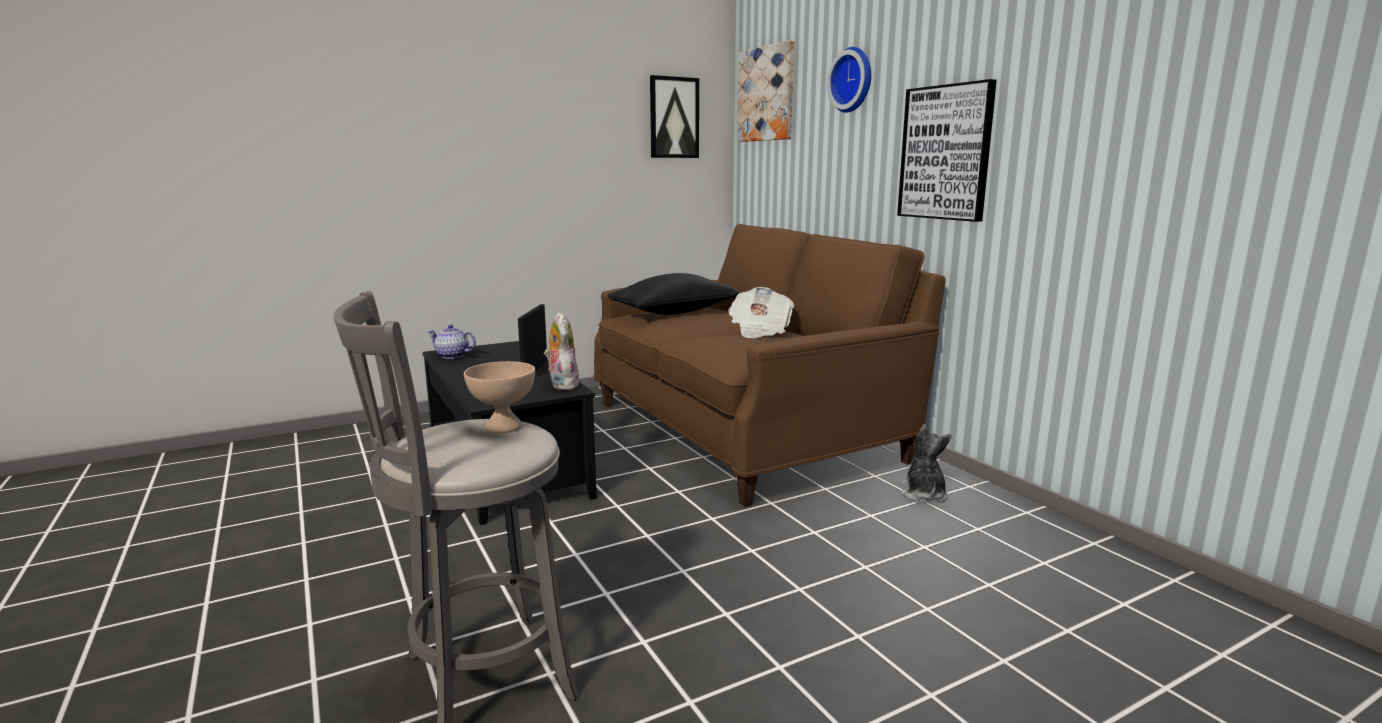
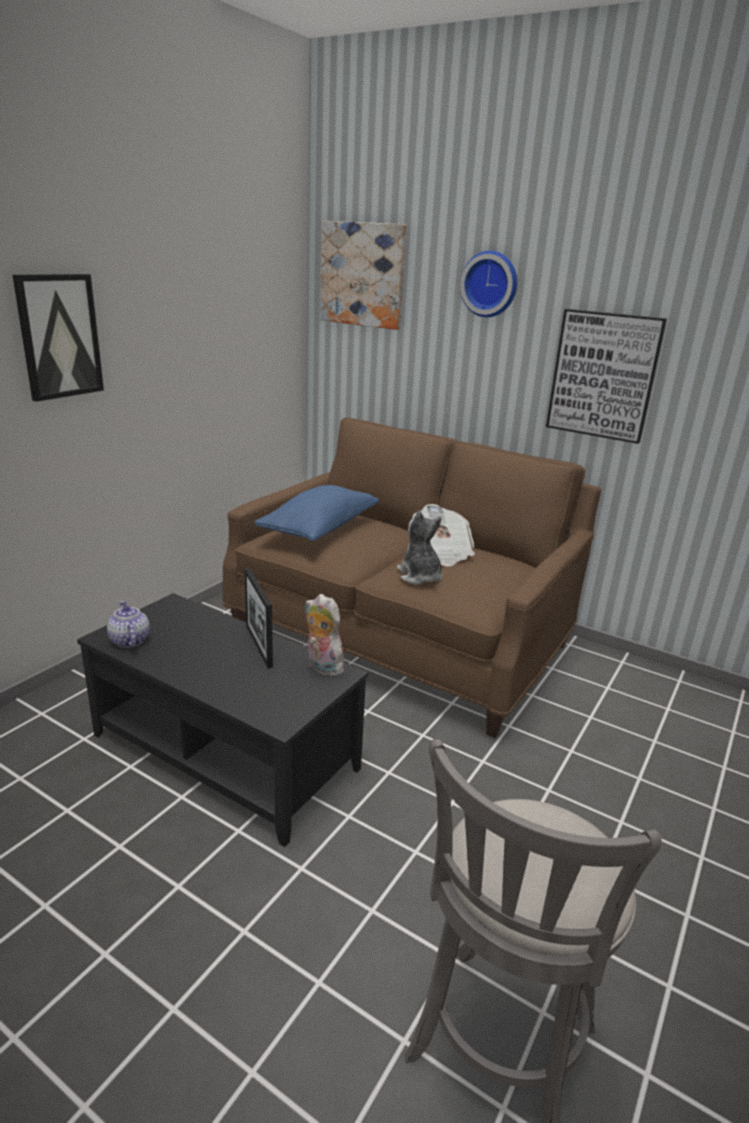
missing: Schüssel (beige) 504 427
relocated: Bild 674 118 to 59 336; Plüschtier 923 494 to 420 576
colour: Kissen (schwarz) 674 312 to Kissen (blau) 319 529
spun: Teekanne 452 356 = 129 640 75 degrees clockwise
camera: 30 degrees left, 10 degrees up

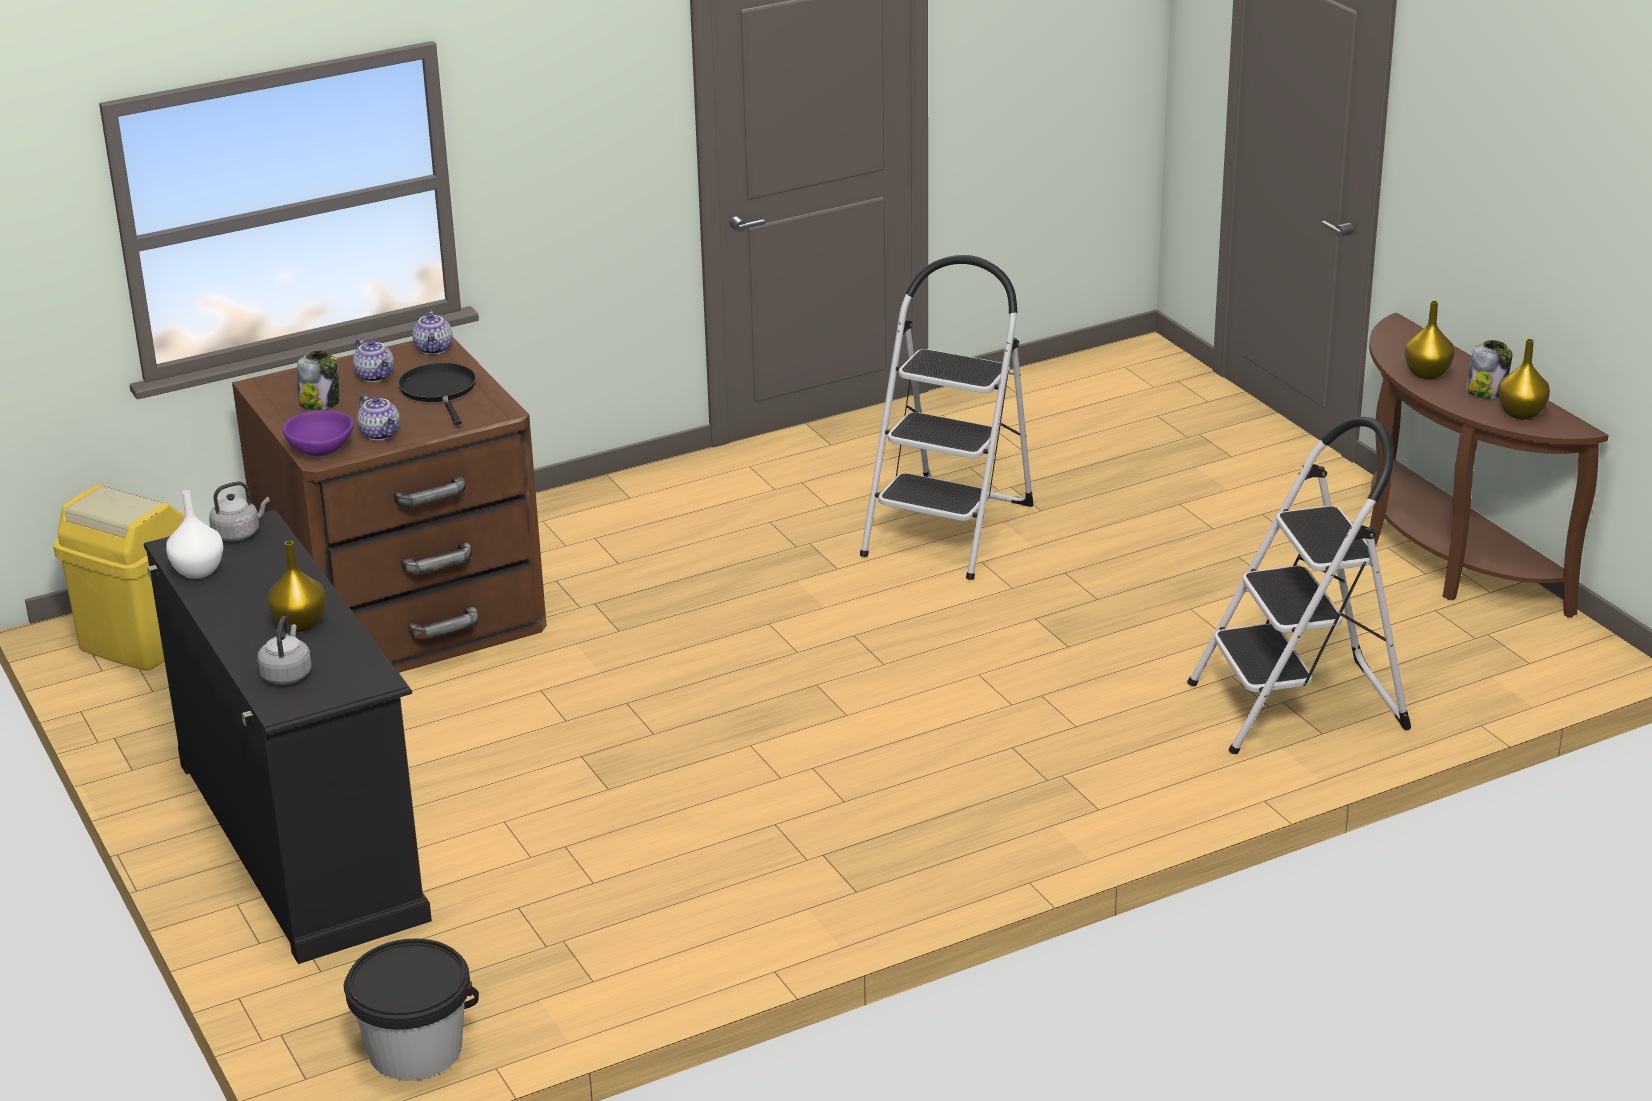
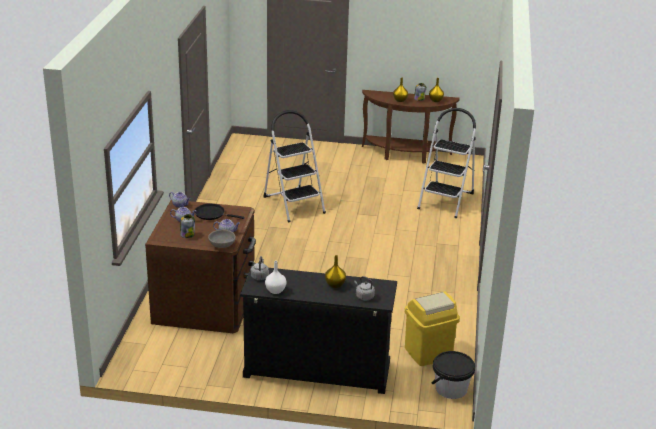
relocated: Mülleimer (gelb) 140 642 to 428 353
colour: Schüssel (lila) 320 450 to Schüssel (grau) 222 245
camera: 55 degrees left, 0 degrees up

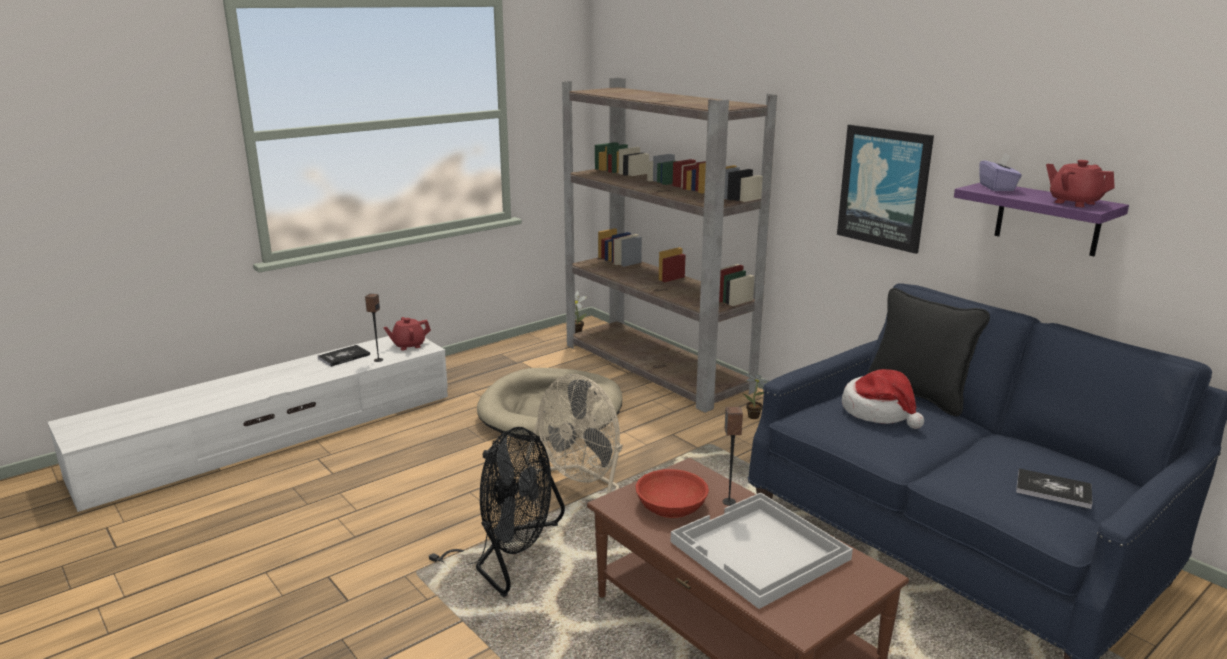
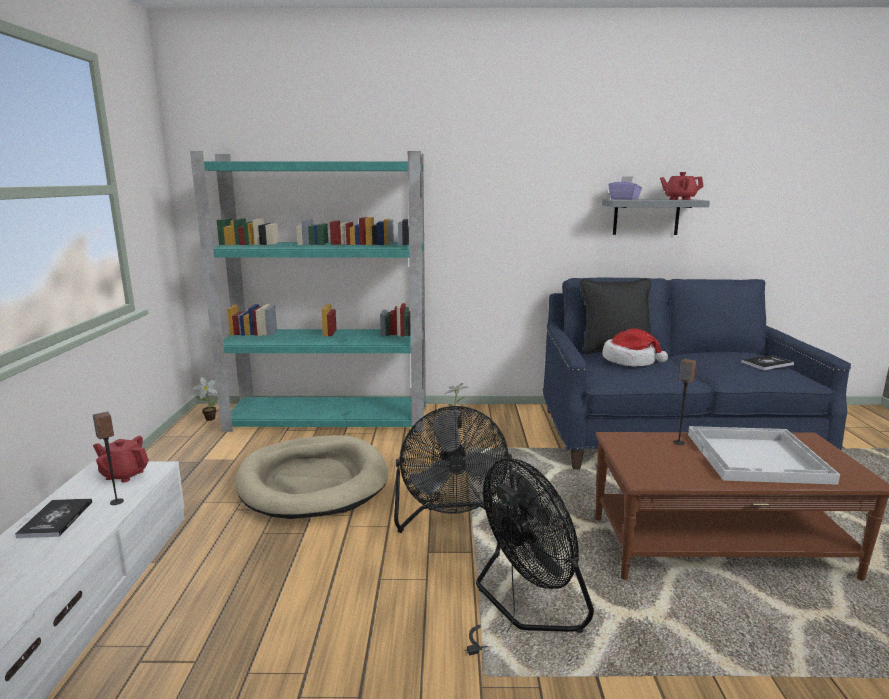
missing: Schüssel (rot) 671 505; Bild 884 187
colour: Ventilator (beige) 584 483 to Ventilator (schwarz) 448 516; Bücherregal (braun) 656 367 to Bücherregal (türkis) 329 418; Wandregal (lila) 1047 219 to Wandregal (grau) 646 217
spun: Teekanne (rot) 408 345 = 124 474 90 degrees clockwise
camera: 50 degrees left, 5 degrees down

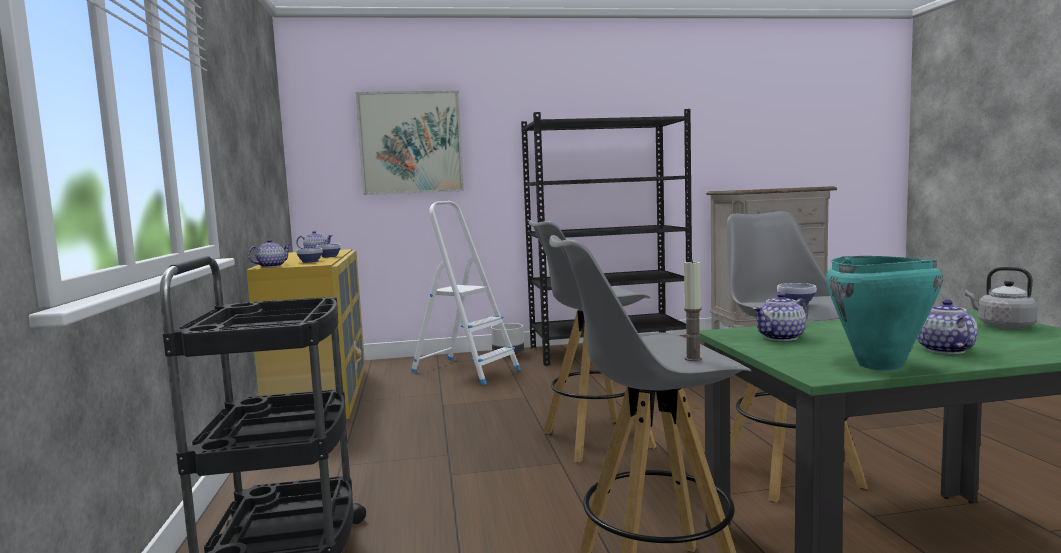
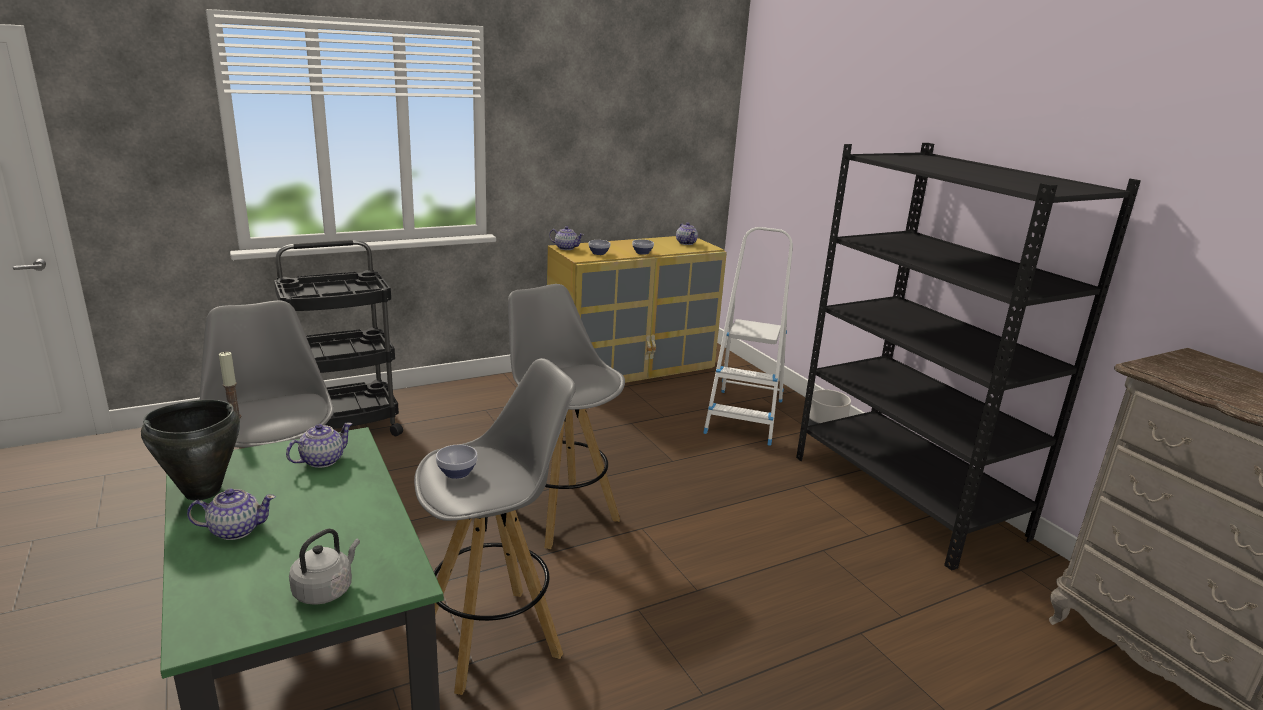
missing: Bild 411 143
colour: Kochtopf (türkis) 879 365 to Kochtopf (schwarz) 201 491
spun: Teekanne 781 337 = 321 460 90 degrees clockwise
camera: 70 degrees right, 15 degrees up

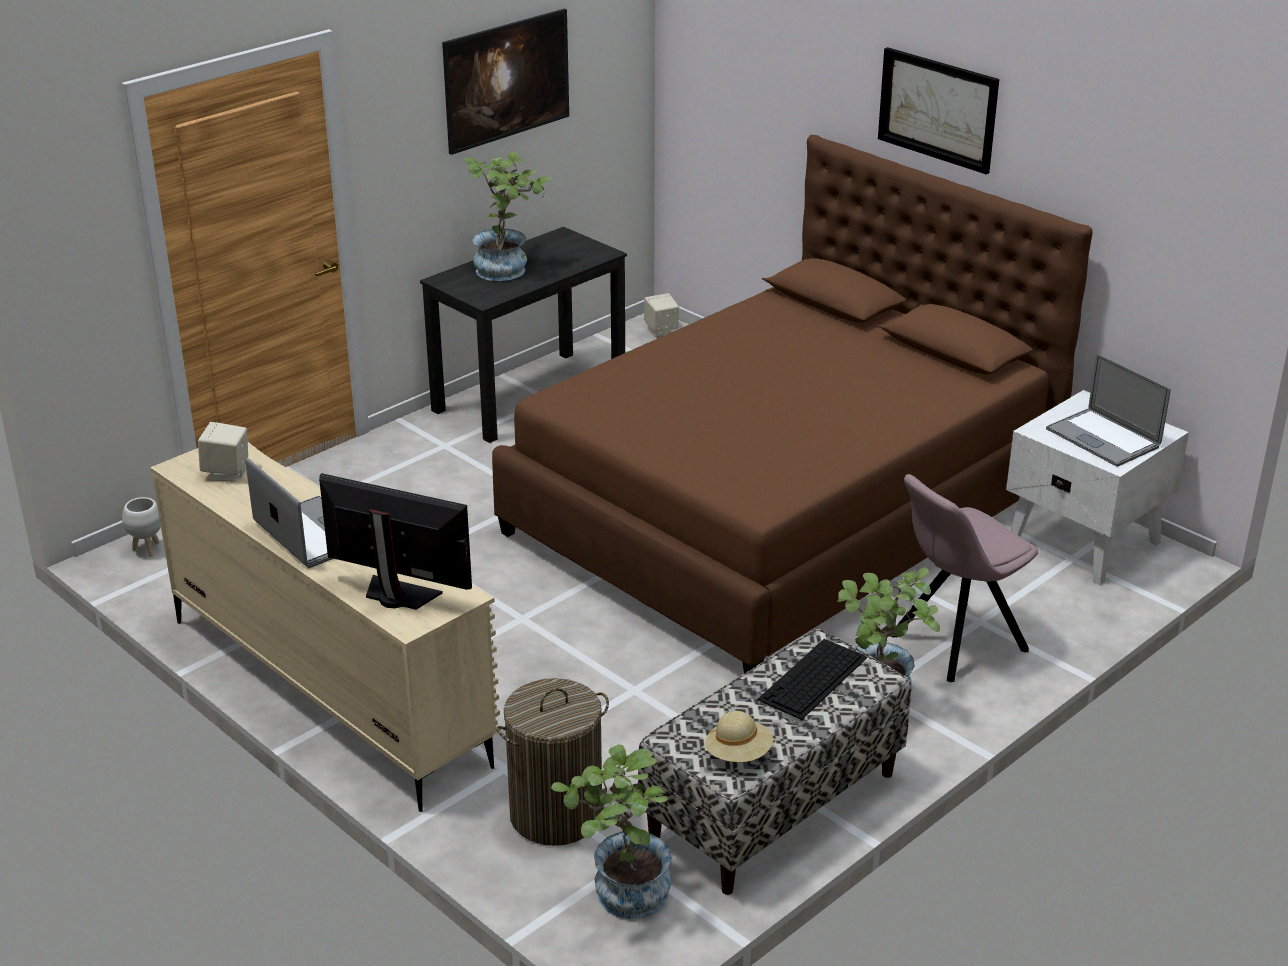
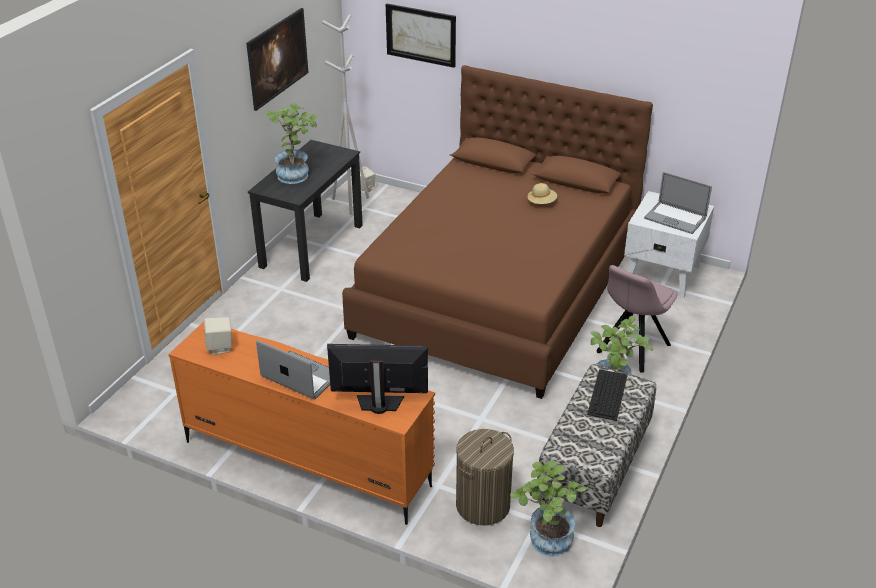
missing: Pflanzkübel (weiß) 147 549
appeared: Kleiderständer (grau) 351 203
relocated: Hut (beige) 738 754 to 541 202; Bild 938 109 to 421 35
colour: Kommode (beige) 329 689 to Kommode (orange) 307 462
camera: 20 degrees left, 5 degrees up

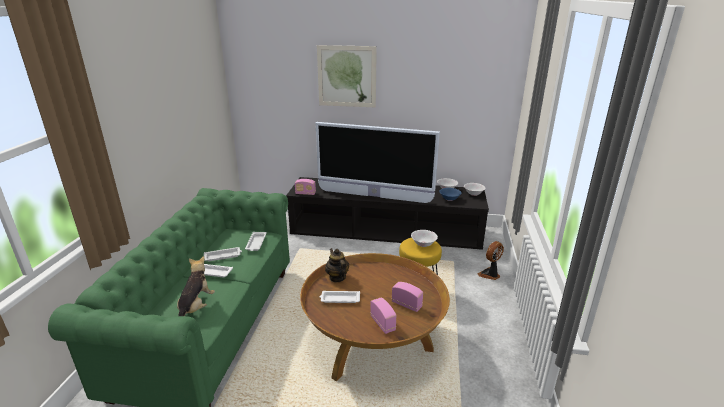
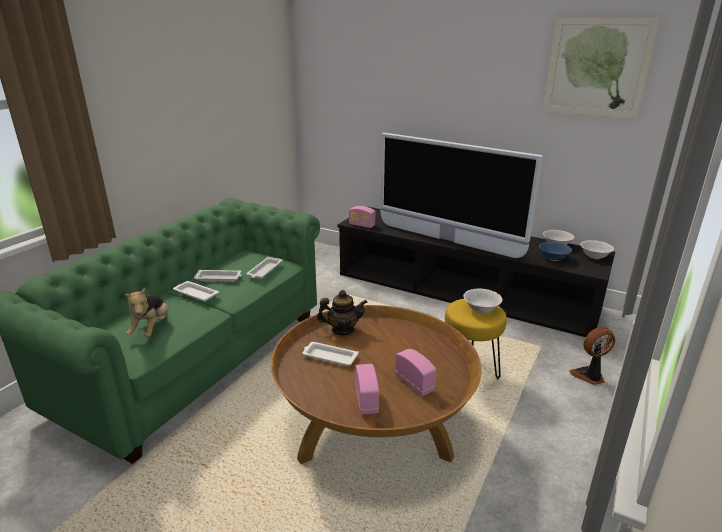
relocated: Bild 346 76 to 597 67
spun: Plüschtier 196 308 = 151 328 150 degrees clockwise; Teekanne 337 277 = 342 330 90 degrees clockwise
camera: 20 degrees right, 0 degrees up

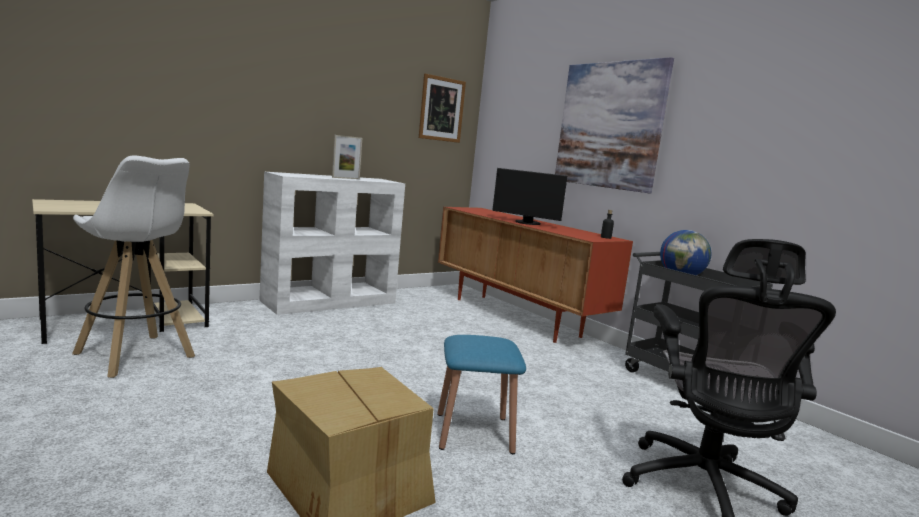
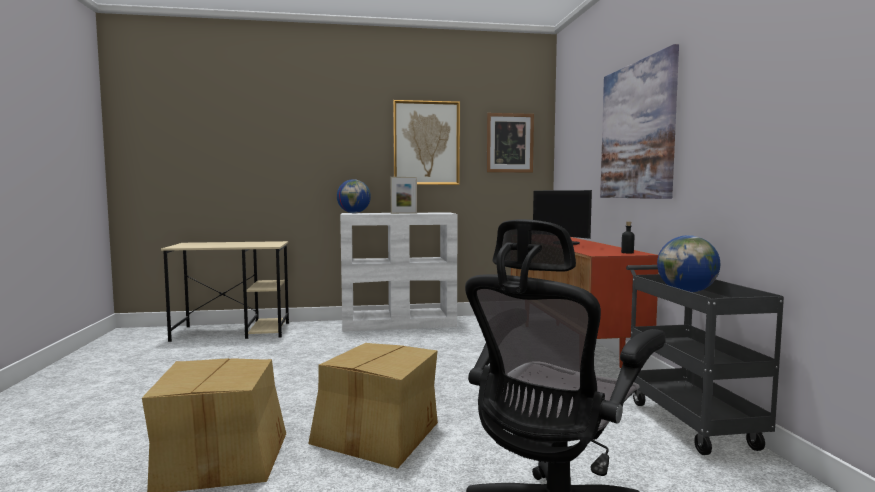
missing: Hocker (weiß) 135 356
appeared: Globus 354 213; Bild 426 143
exchanged: Hocker (blau) 474 432 to Karton 378 436
camera: 30 degrees right, 5 degrees down

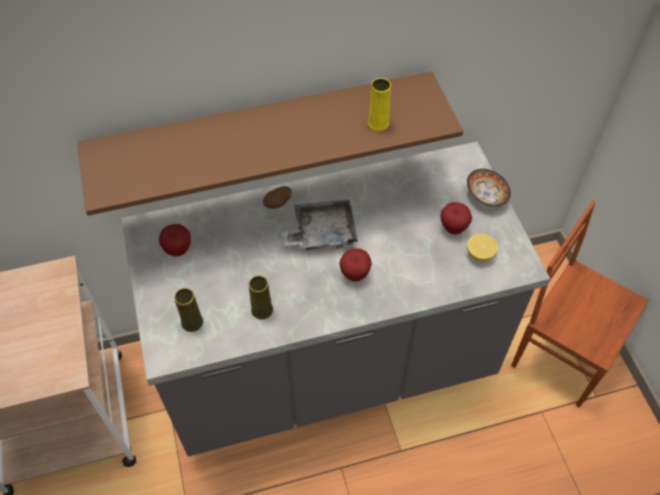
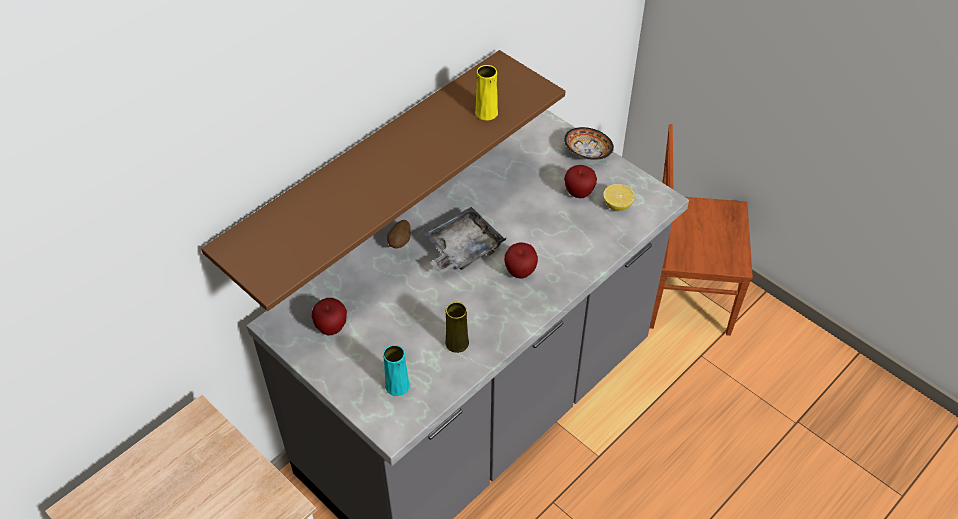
colour: Vase (gelb) 192 322 to Vase (türkis) 397 386
camera: 30 degrees left, 5 degrees down

